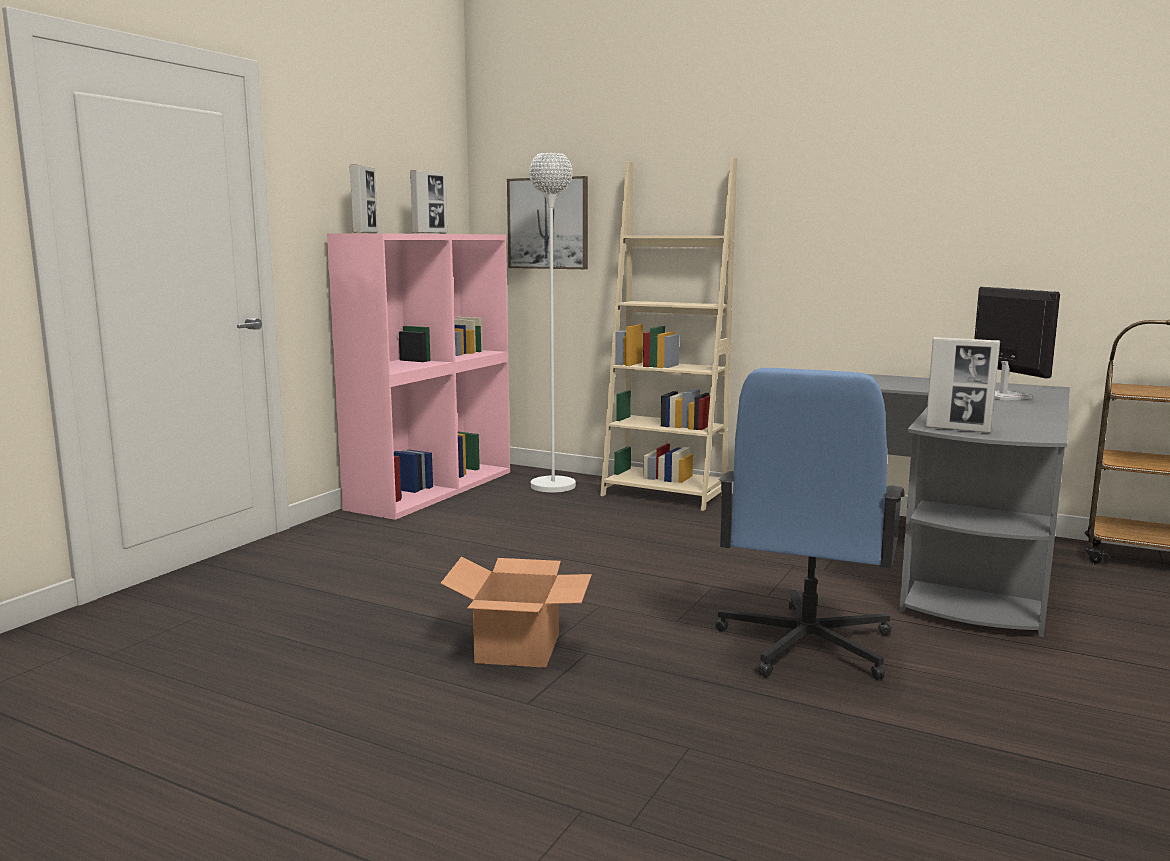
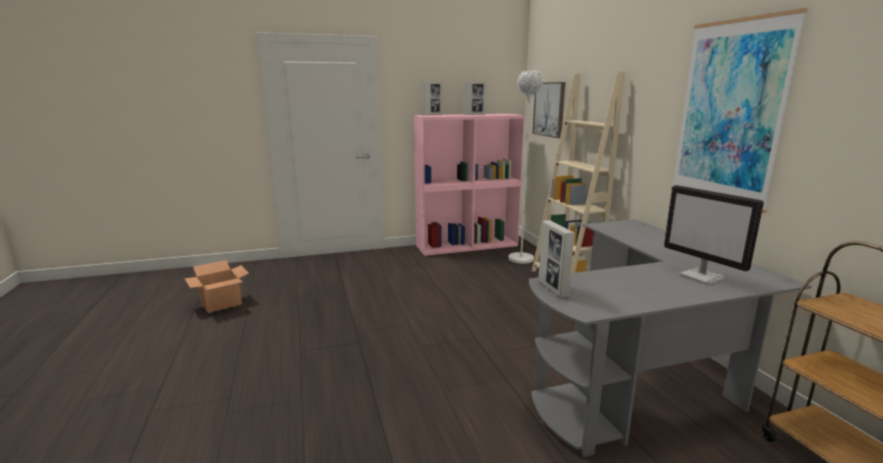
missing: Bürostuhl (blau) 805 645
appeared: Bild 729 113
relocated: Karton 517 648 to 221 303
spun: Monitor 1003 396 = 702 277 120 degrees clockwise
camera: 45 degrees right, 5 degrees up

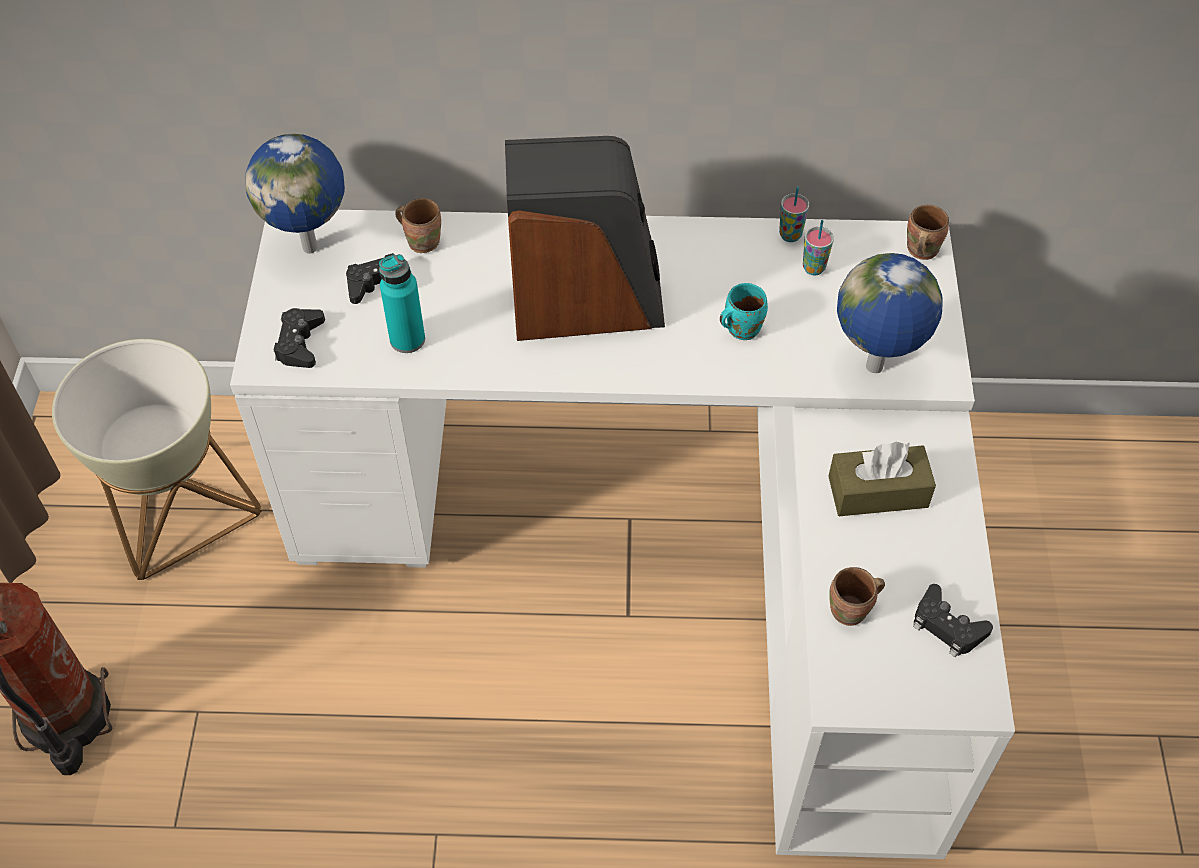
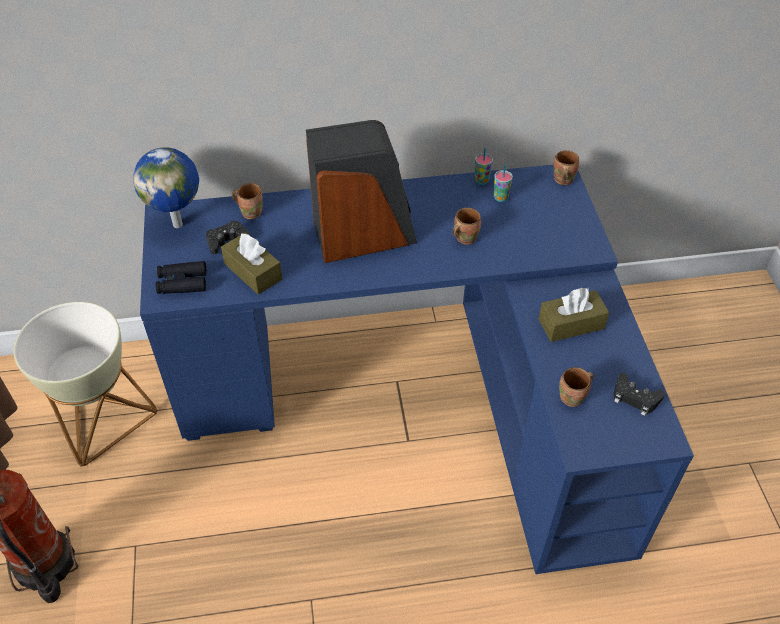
missing: Globus 875 368
exchanged: Gamepad (schwarz) 300 343 to Fernglas (schwarz) 182 283; Flasche (türkis) 407 339 to Taschentuchbox (braun) 253 271
colour: Schreibtisch (weiß) 664 548 to Schreibtisch (blau) 422 396; Henkelbecher (türkis) 740 328 to Henkelbecher (braun) 464 238
camera: 10 degrees left, 5 degrees down

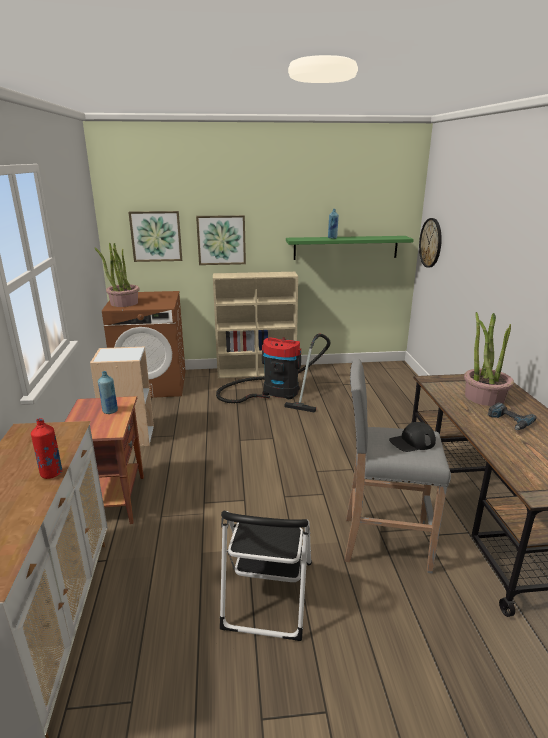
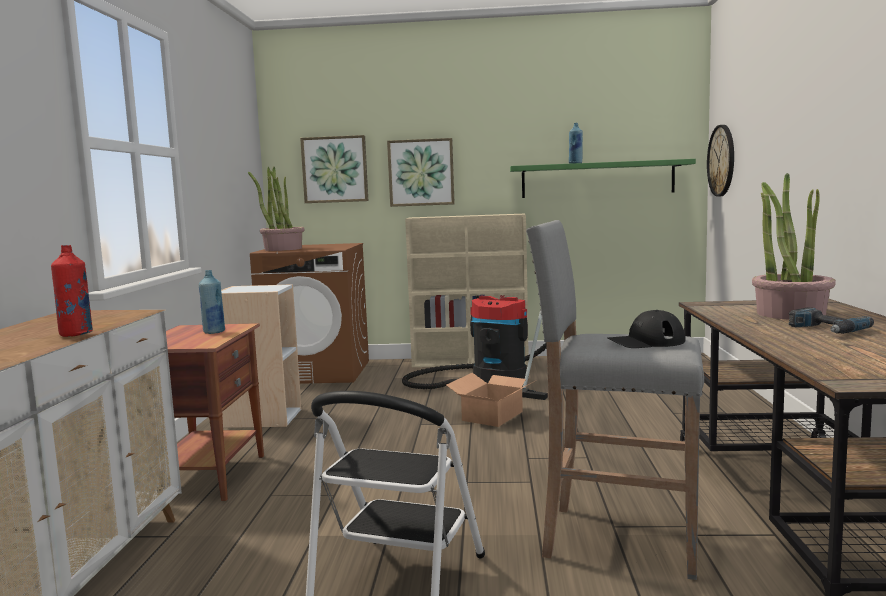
appeared: Karton 493 416
camera: 10 degrees right, 15 degrees down

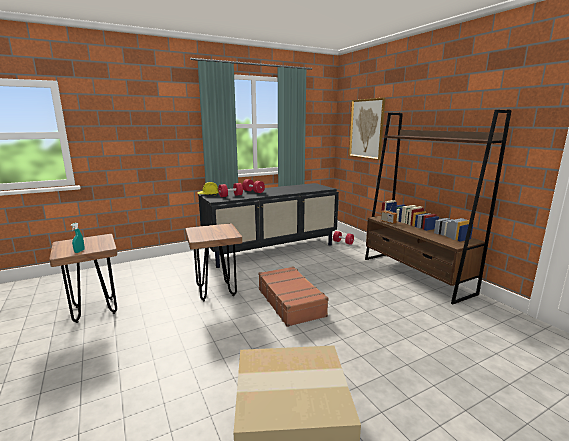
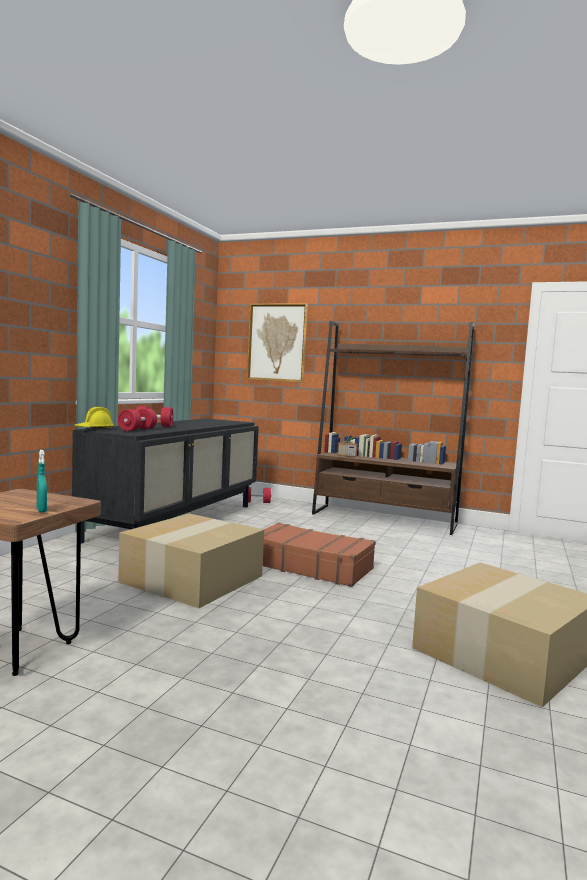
exchanged: Hocker (braun) 216 291 to Karton 192 578
camera: 40 degrees left, 10 degrees down

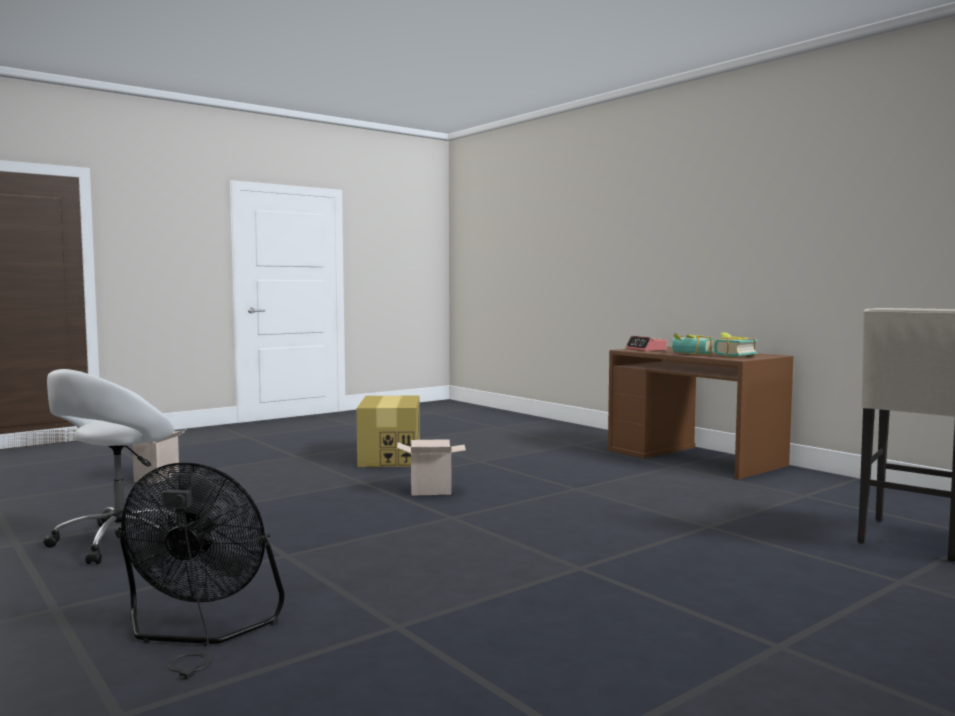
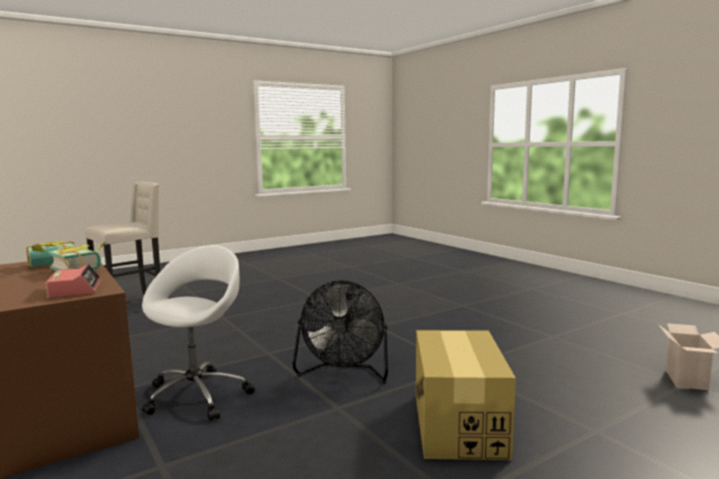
missing: Karton 432 491
relocated: Bürostuhl (weiß) 116 542 to 199 394; Ventilator (schwarz) 194 633 to 341 371
camera: 175 degrees left, 5 degrees up

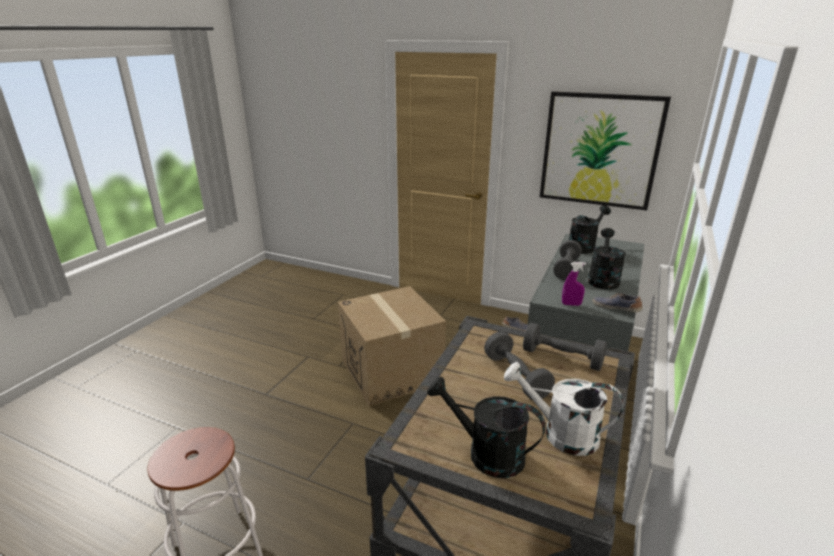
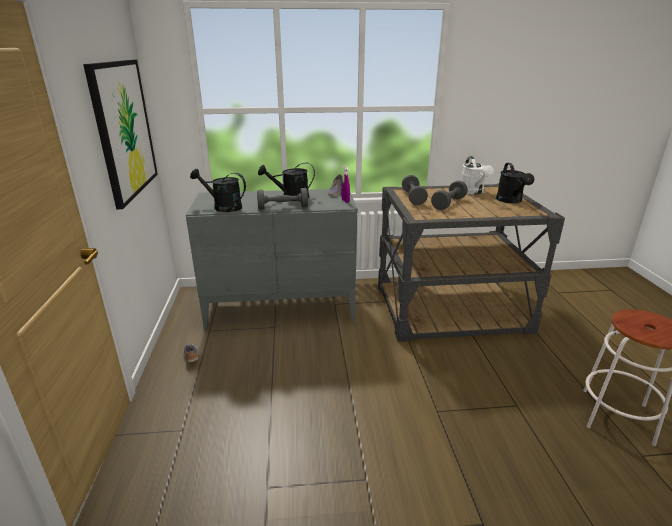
missing: Karton 392 371
camera: 120 degrees left, 0 degrees up

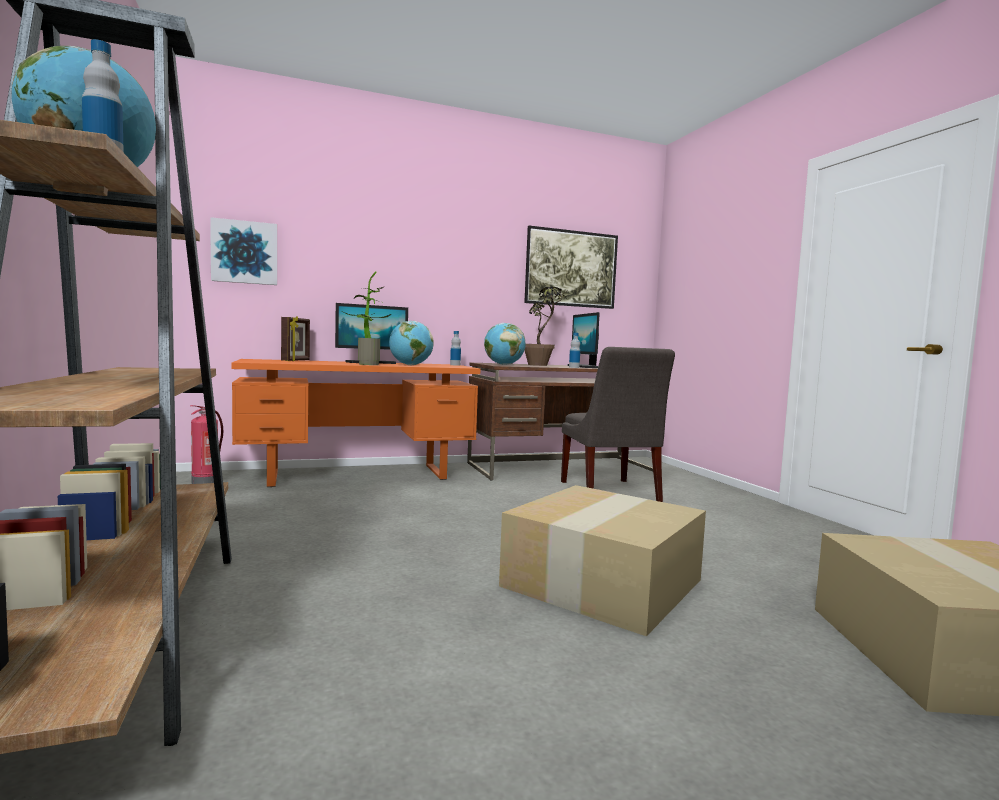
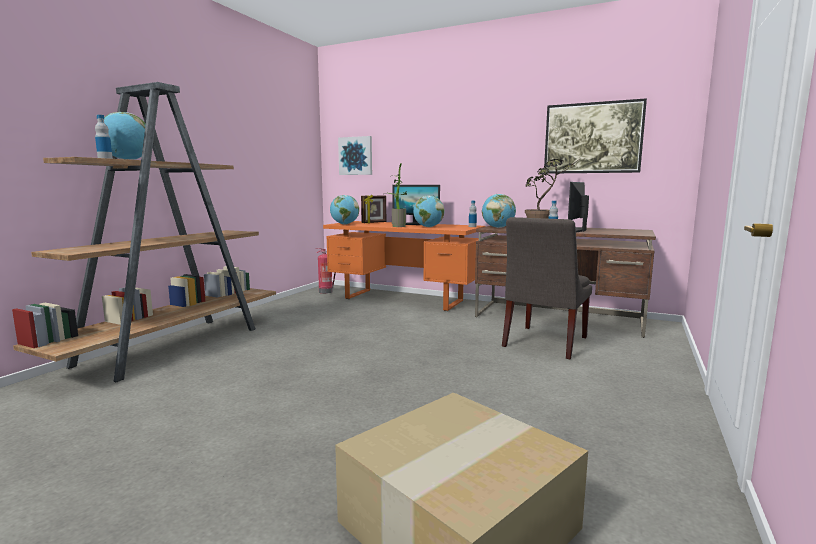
missing: Karton 601 581
appeared: Globus 344 224
camera: 45 degrees right, 5 degrees up

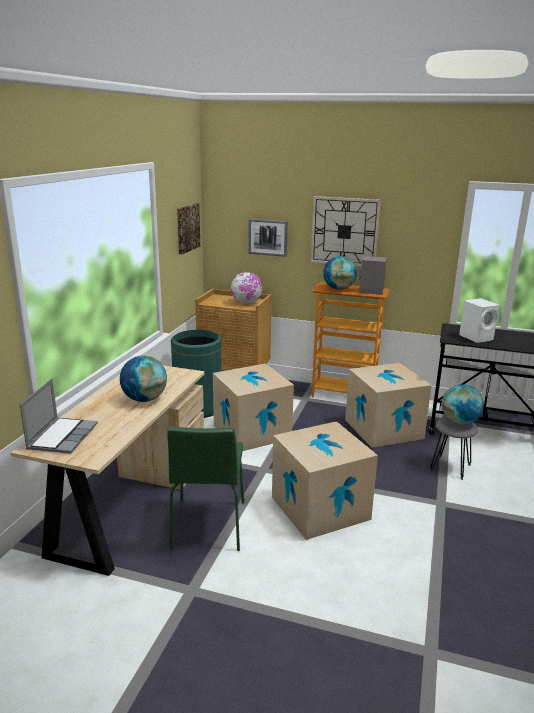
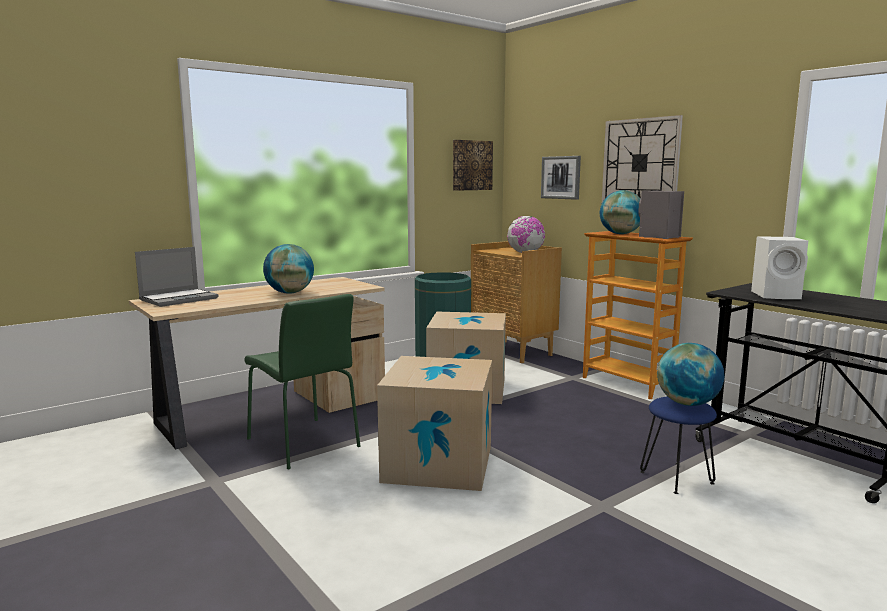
missing: Karton 383 429
colour: Hocker (grau) 450 467 to Hocker (blau) 676 477
spun: Stuhl (grün) 208 527 = 305 444 75 degrees counterclockwise
camera: 35 degrees right, 10 degrees down

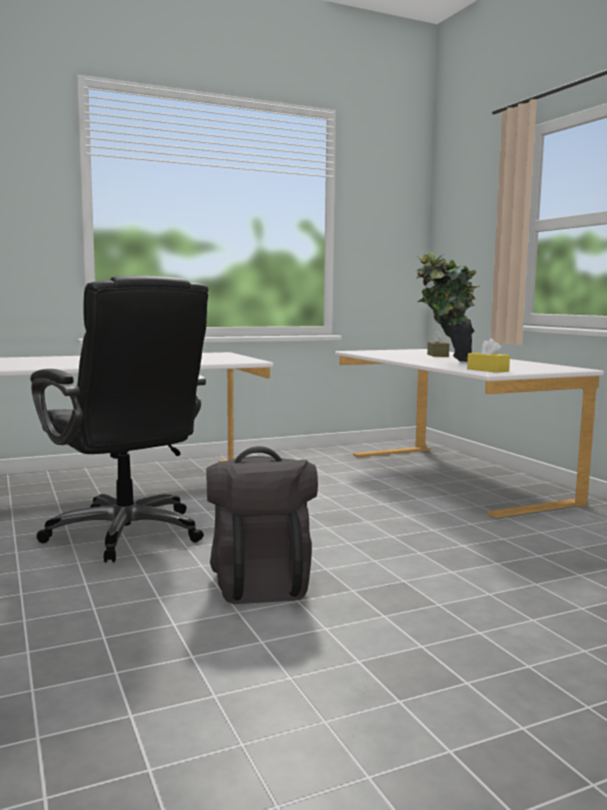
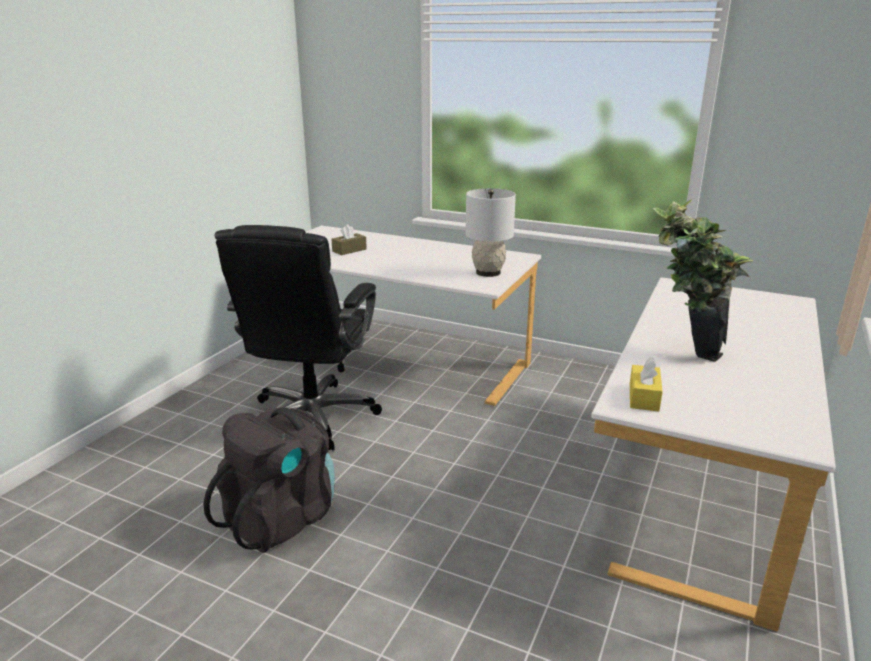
appeared: Tischlampe (weiß) 488 272
relocated: Taschentuchbox (braun) 437 355 to 349 250
camera: 50 degrees right, 15 degrees up

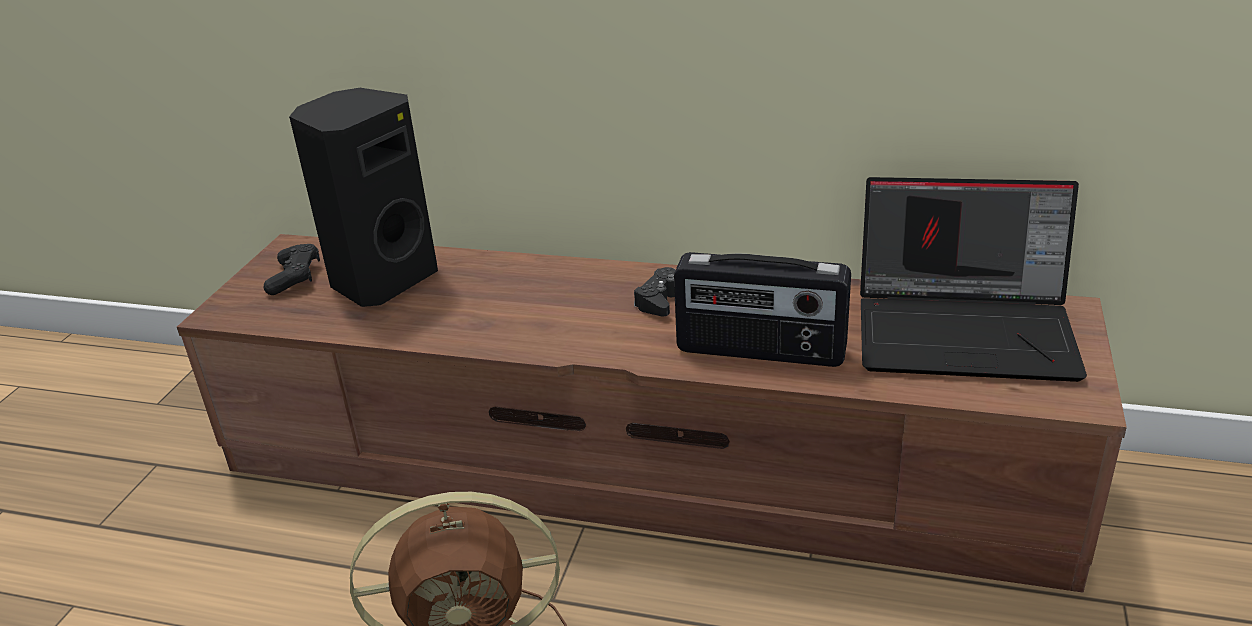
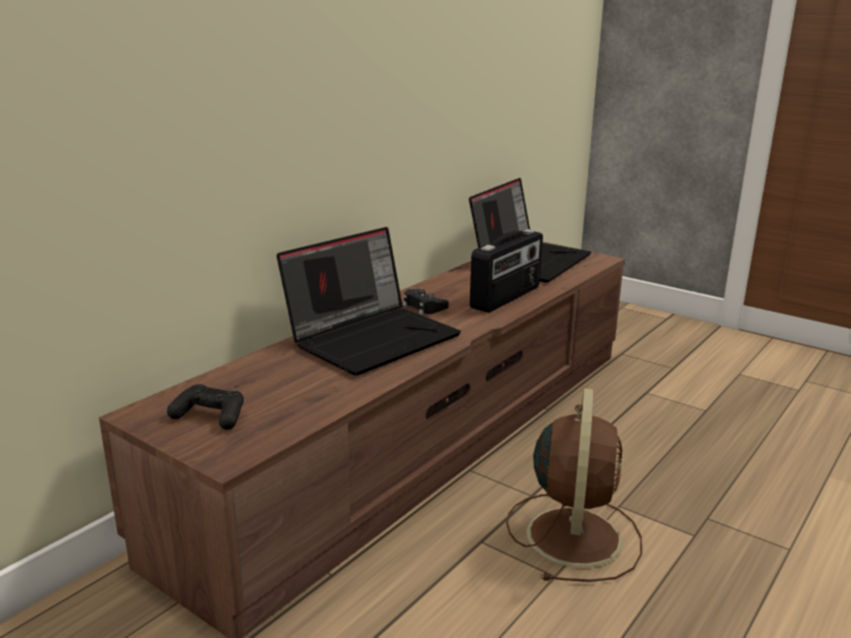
missing: Lautsprecher (schwarz) 382 280
appeared: Laptop 373 337
camera: 70 degrees left, 10 degrees down

